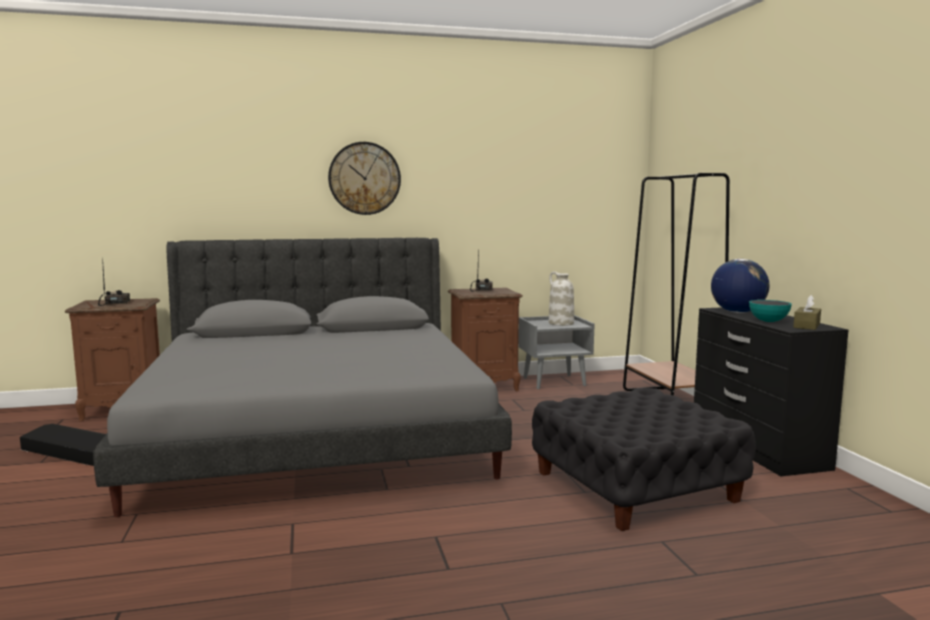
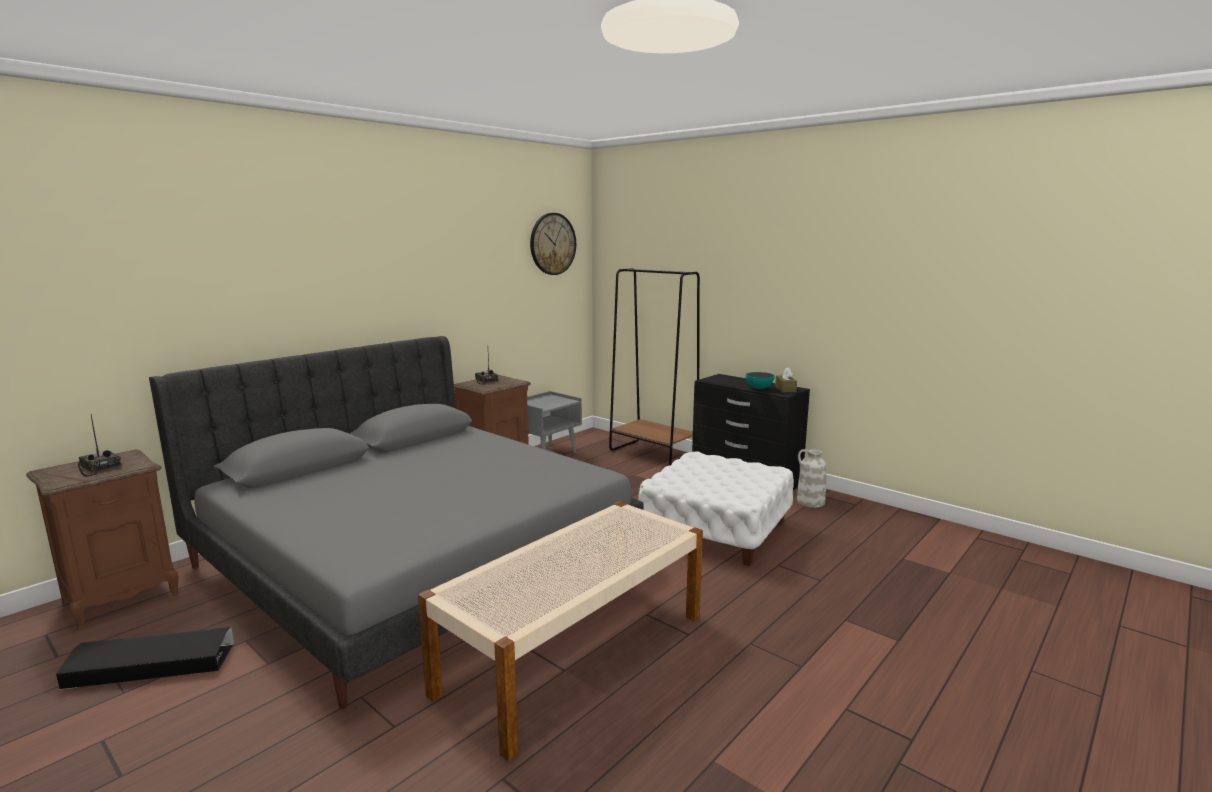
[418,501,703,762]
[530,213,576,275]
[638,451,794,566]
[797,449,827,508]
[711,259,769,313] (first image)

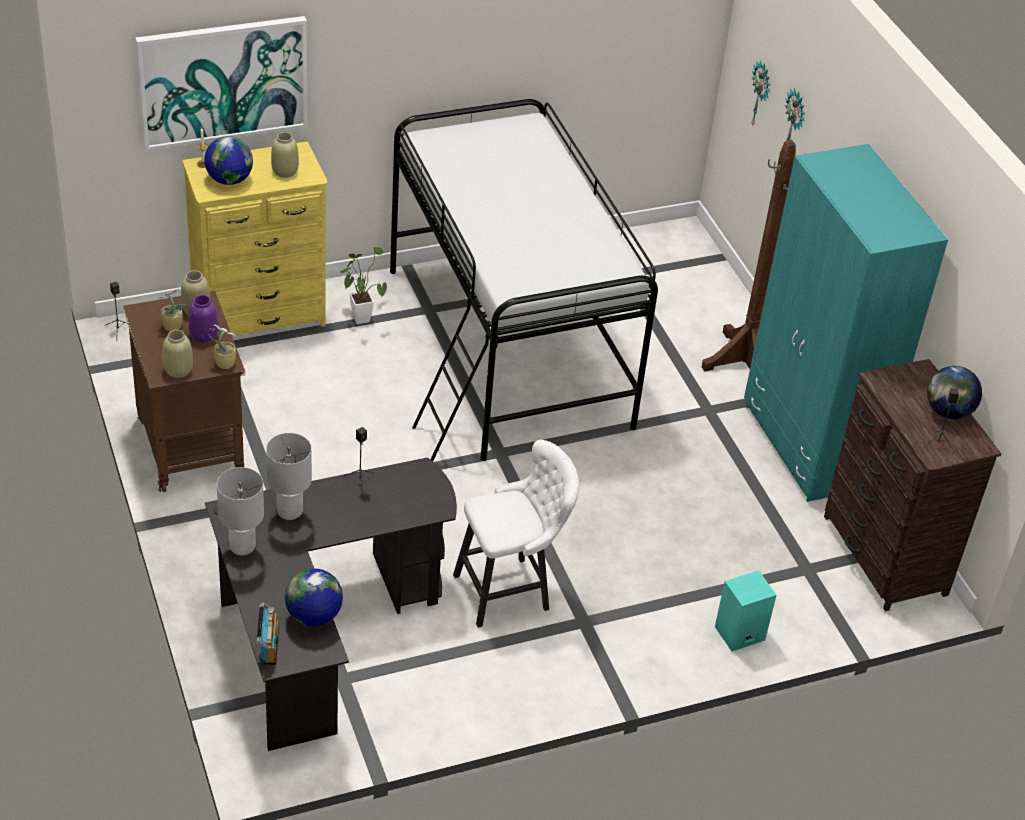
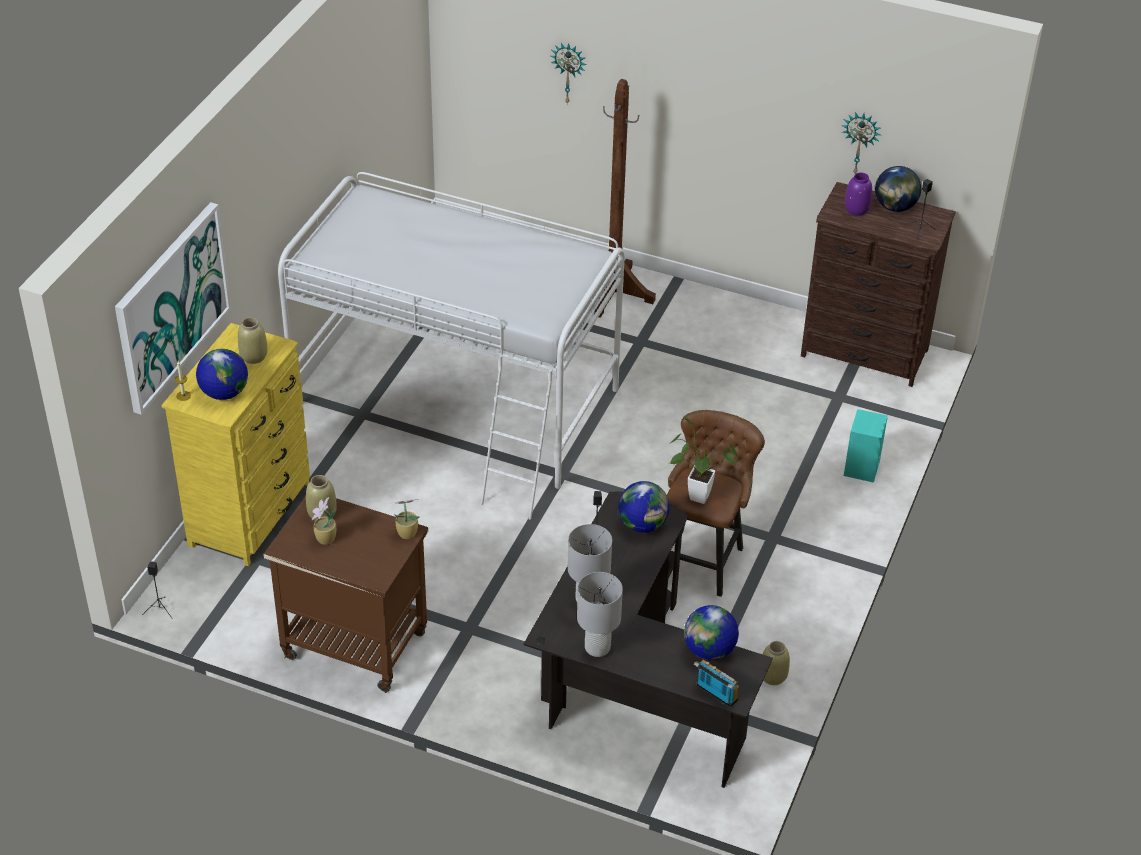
[278,172,625,520]
[618,481,669,533]
[667,410,765,597]
[669,416,738,504]
[763,641,790,685]
[841,112,881,174]
[845,172,872,216]
[744,144,948,502] (first image)

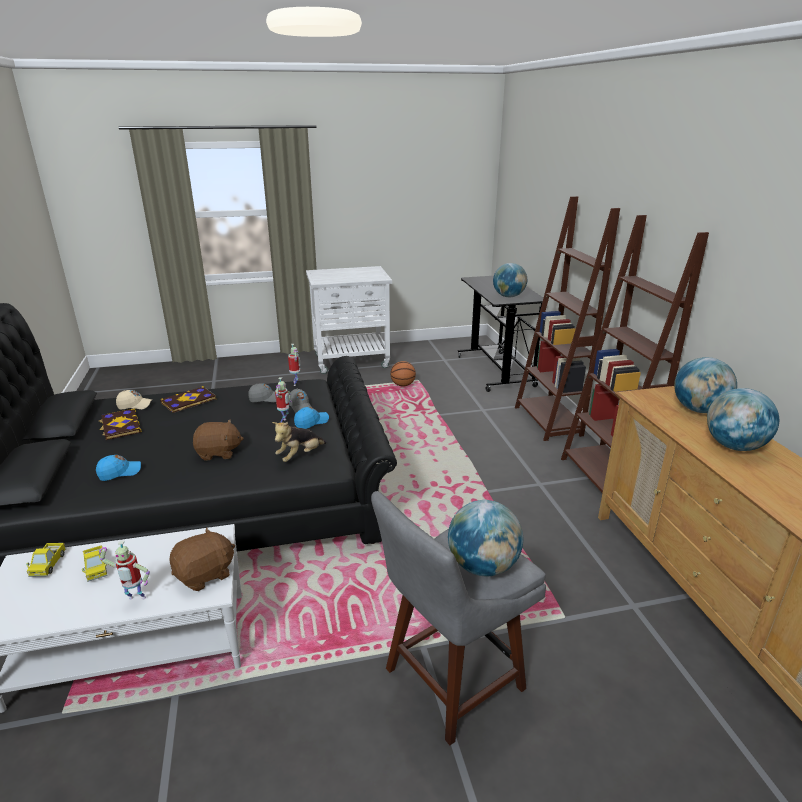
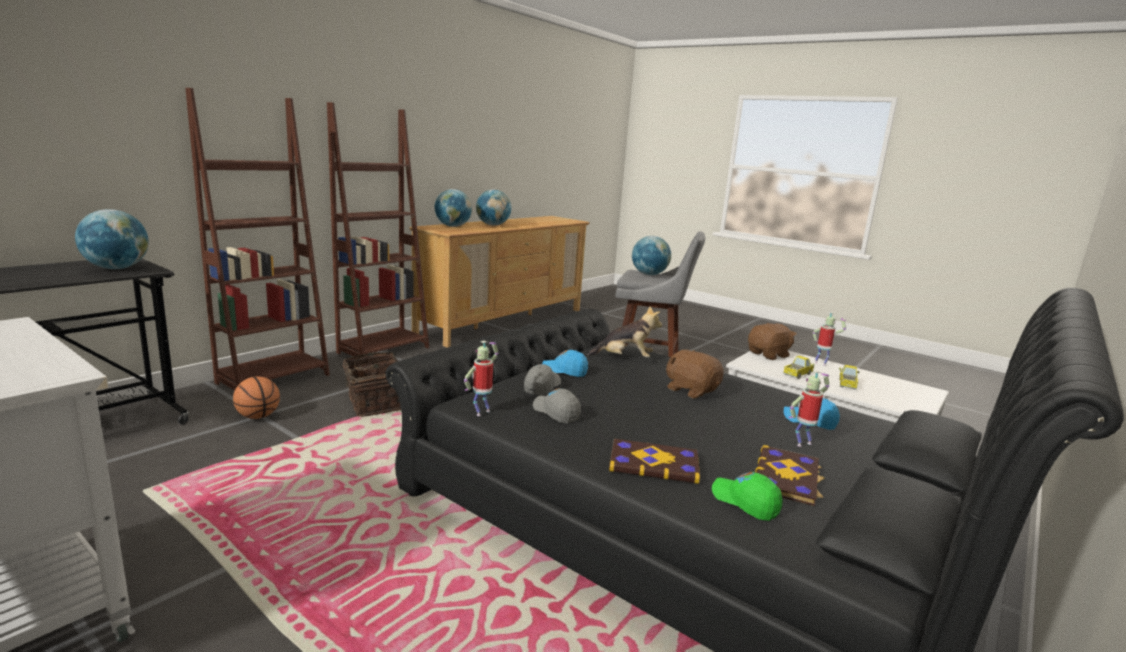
[233,376,280,419]
[343,352,401,417]
[712,472,783,521]
[748,323,797,360]
[783,356,814,379]
[789,370,829,447]

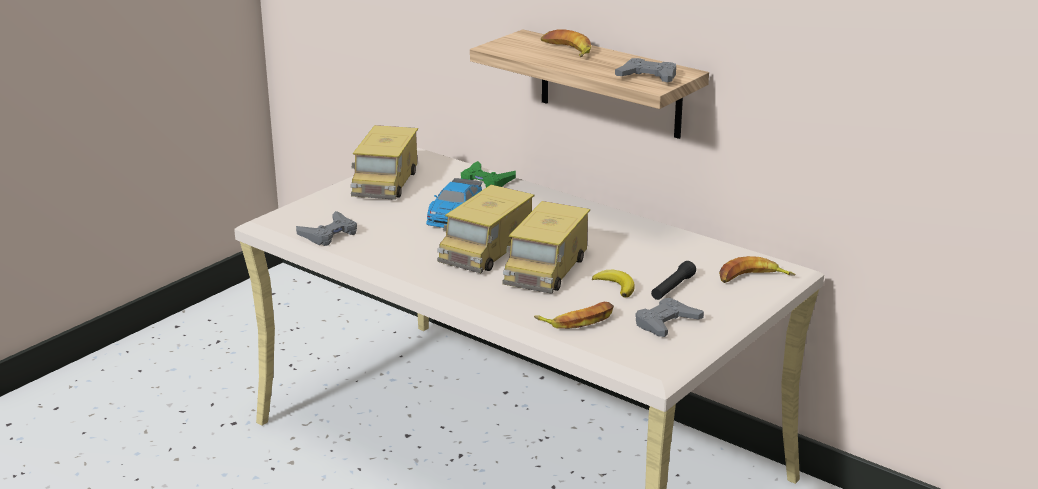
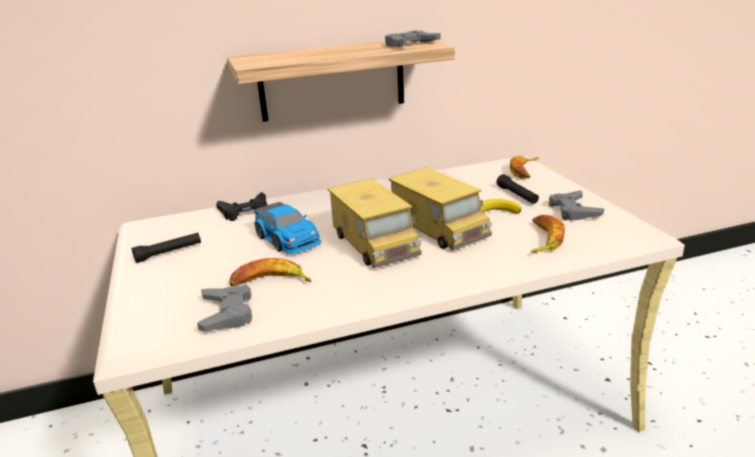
[132,232,201,263]
[216,192,267,221]
[230,258,311,286]

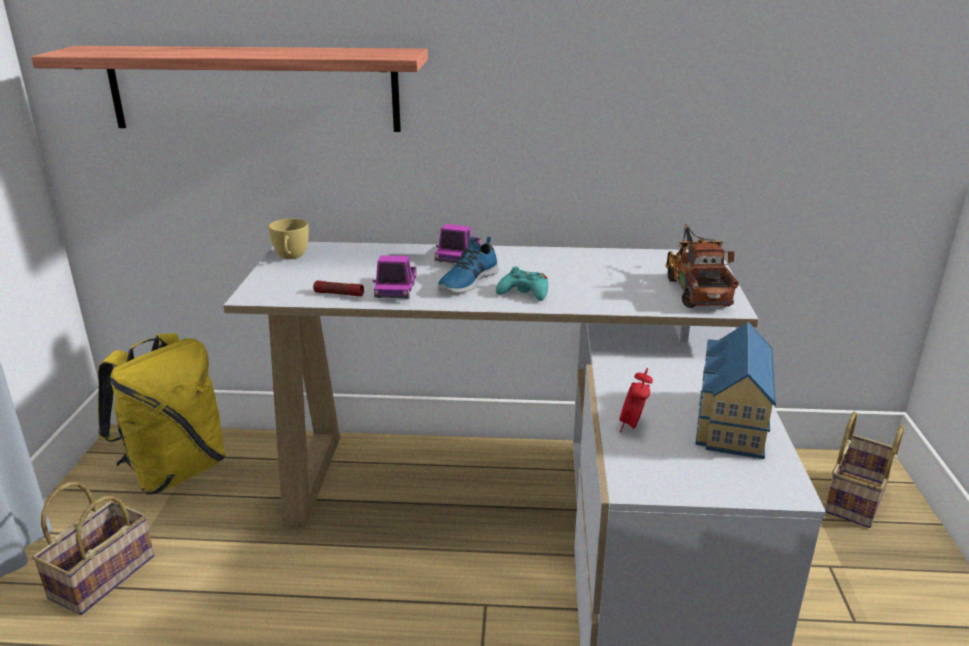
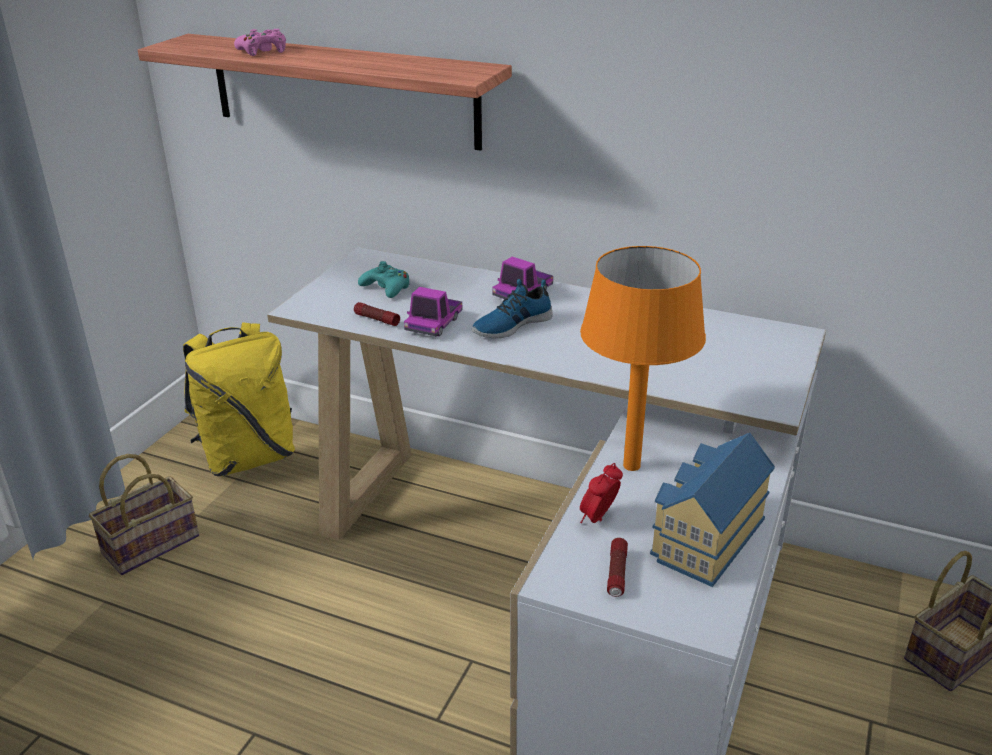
[234,29,286,56]
[358,261,410,298]
[580,246,706,471]
[607,538,628,597]
[268,218,309,259] (first image)
[665,224,739,308] (first image)

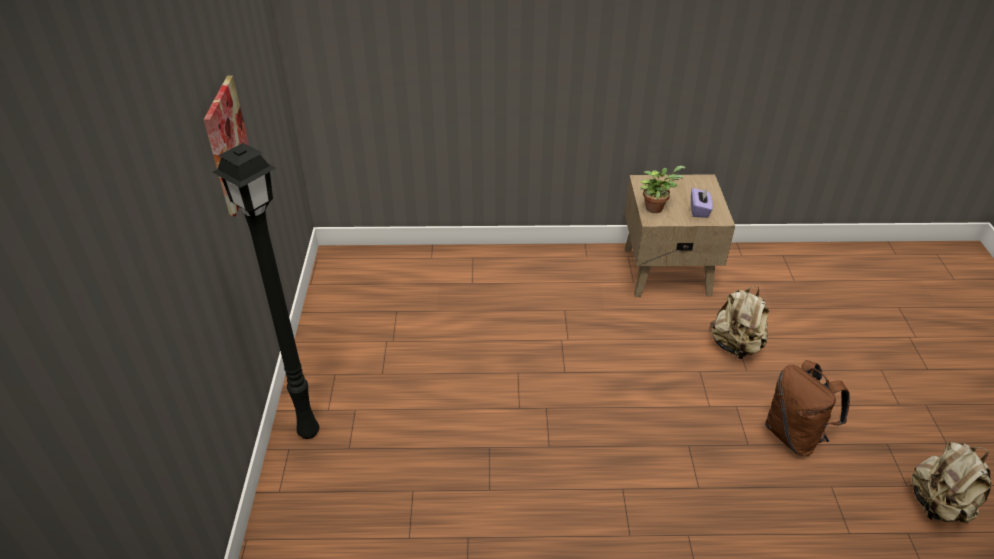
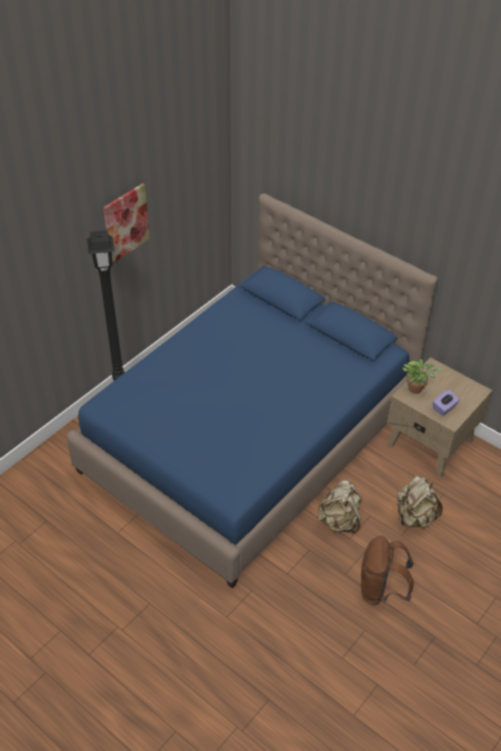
[66,193,438,588]
[317,480,362,534]

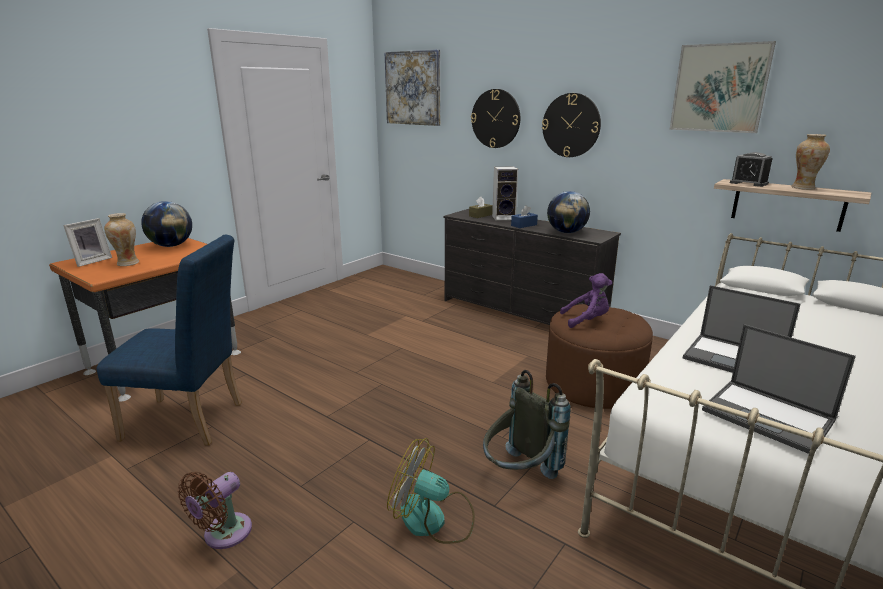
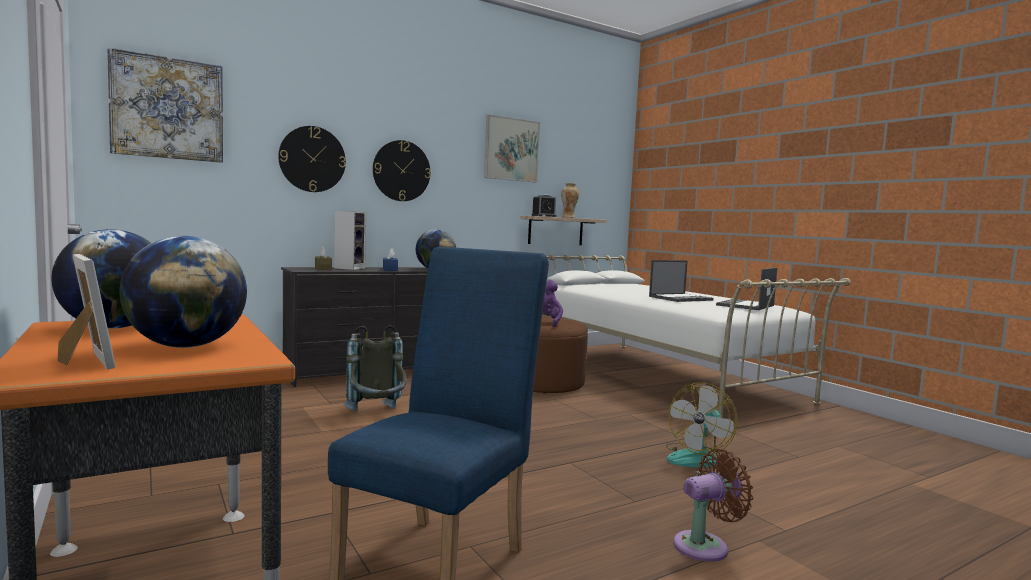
[119,236,247,348]
[343,325,407,411]
[673,449,754,562]
[716,268,777,310]

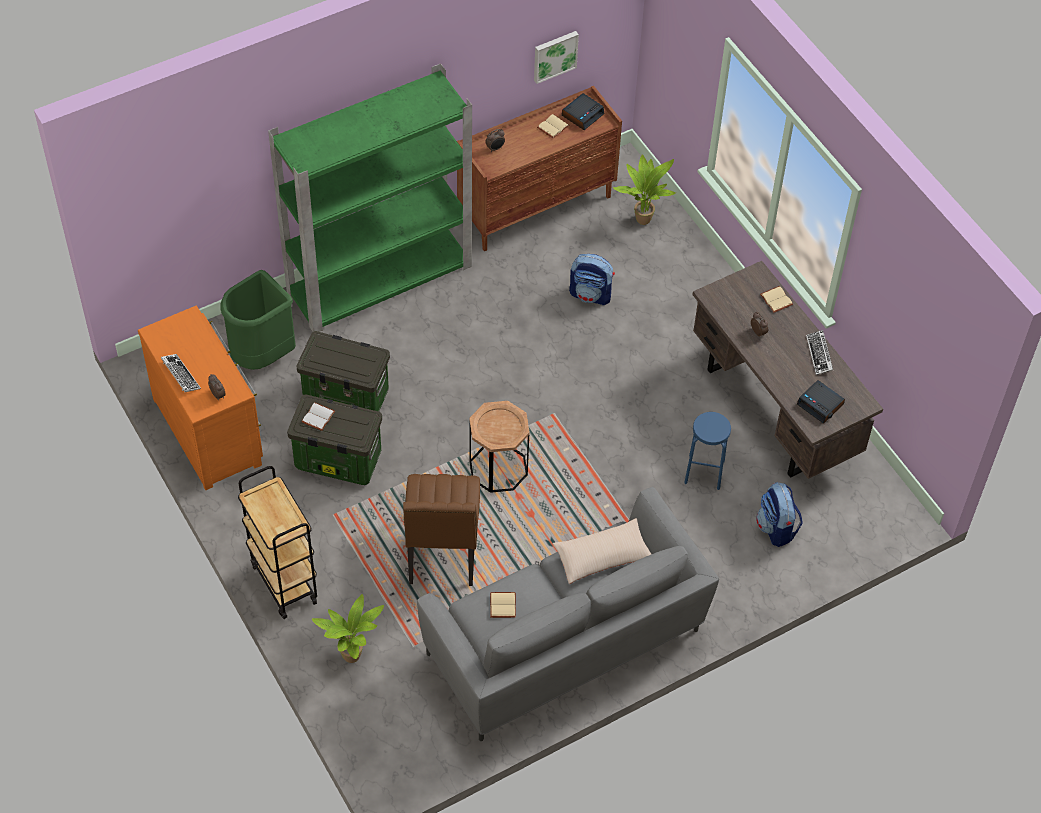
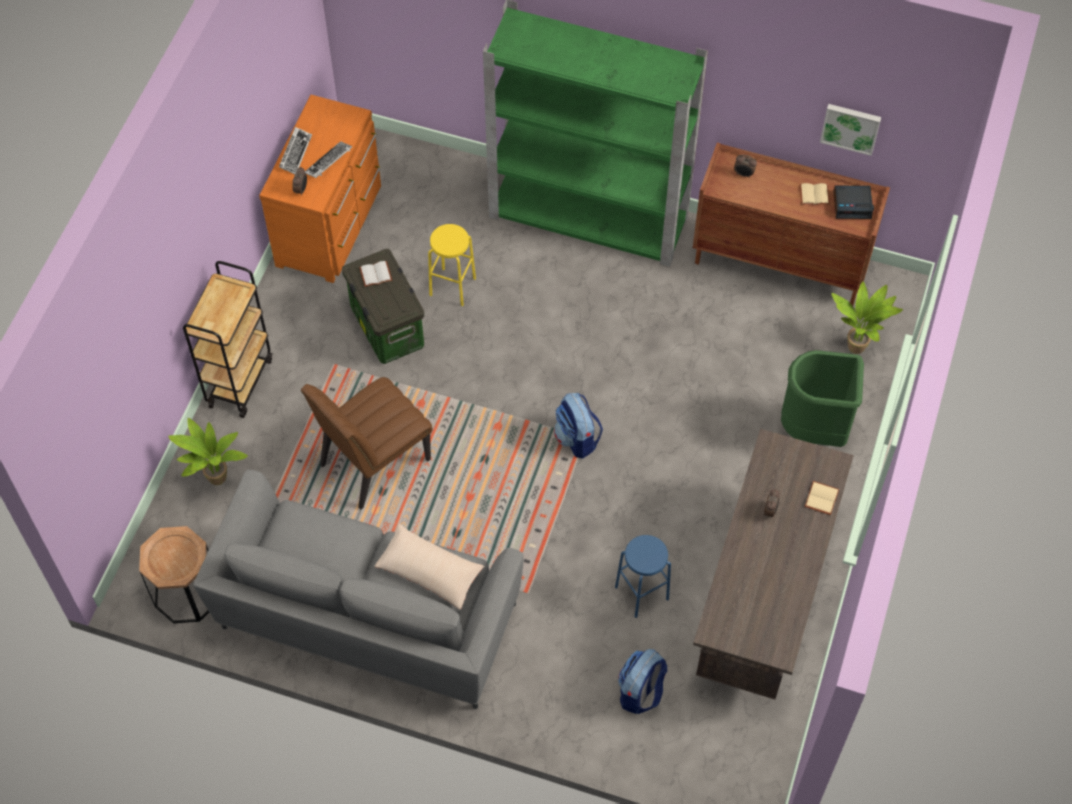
[139,526,209,623]
[305,141,352,178]
[428,224,476,306]
[554,393,603,459]
[781,350,864,447]
[490,592,516,618] (first image)
[797,380,845,424] (first image)

